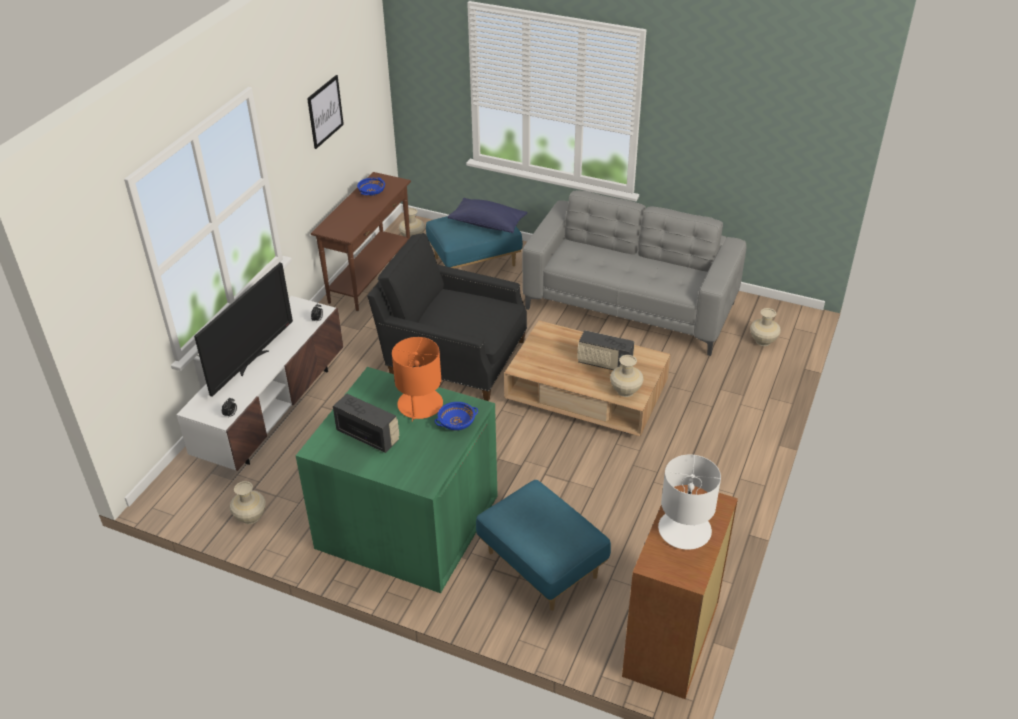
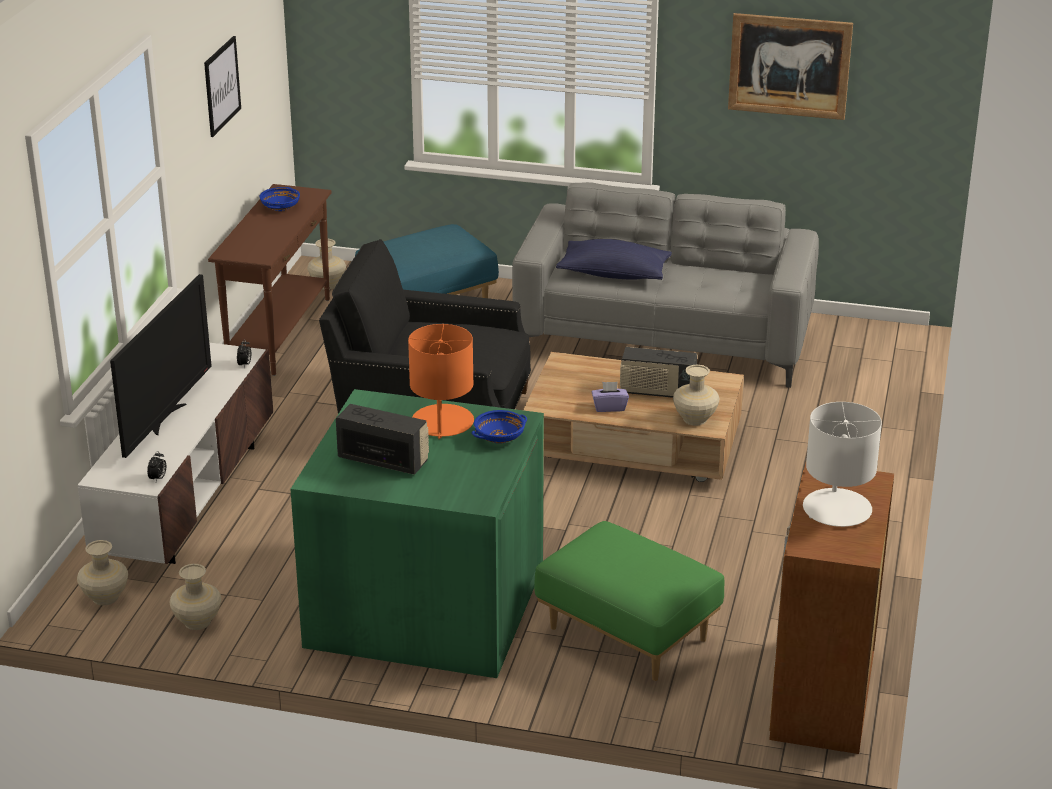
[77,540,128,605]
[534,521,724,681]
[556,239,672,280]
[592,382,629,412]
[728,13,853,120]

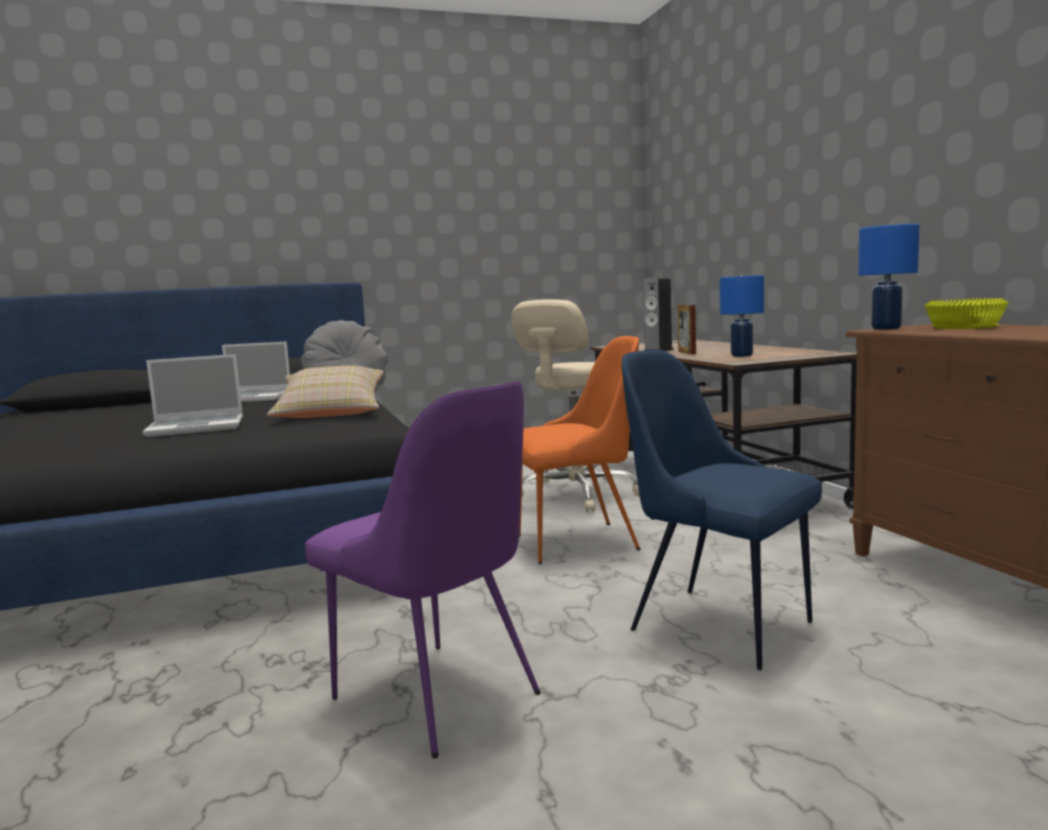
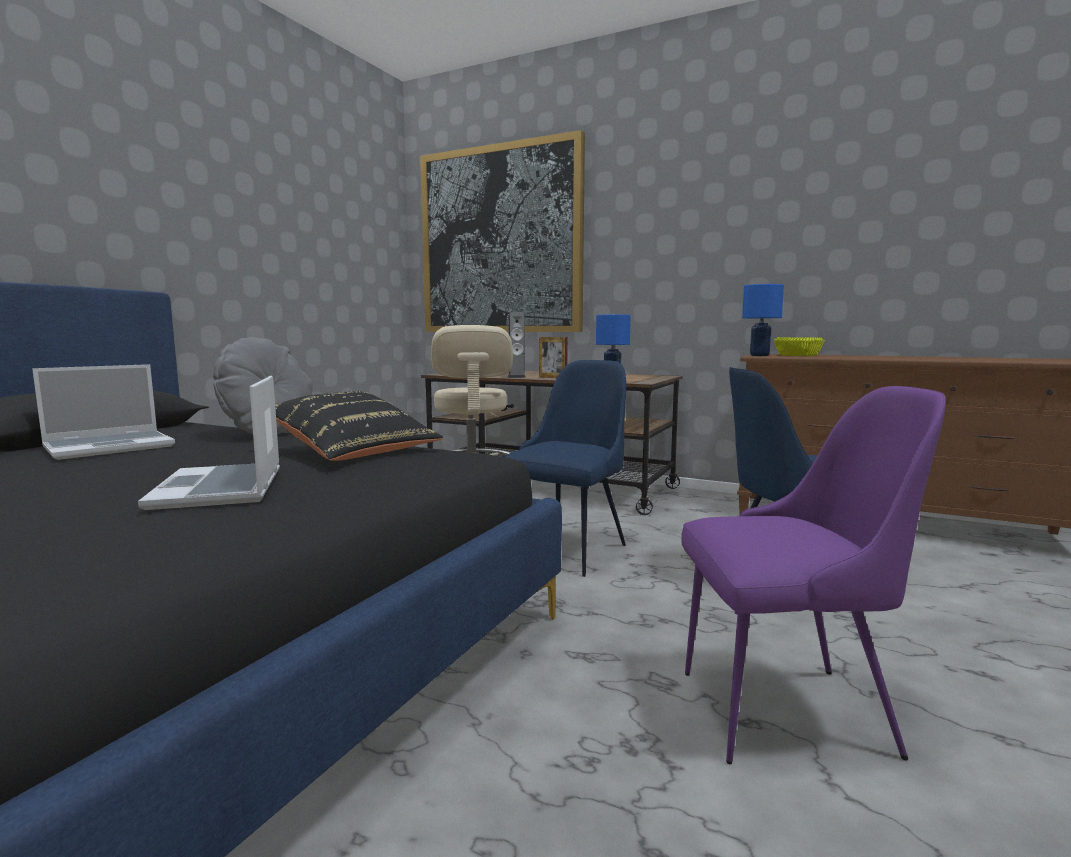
[138,376,280,510]
[275,391,443,461]
[420,130,585,332]
[505,360,626,577]

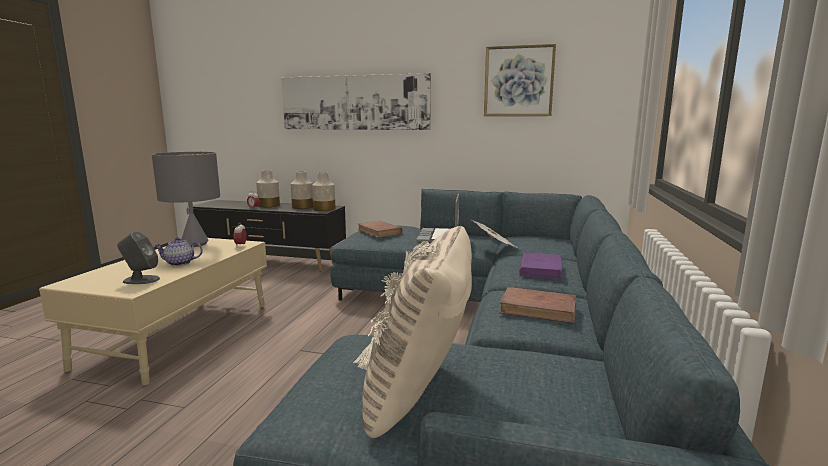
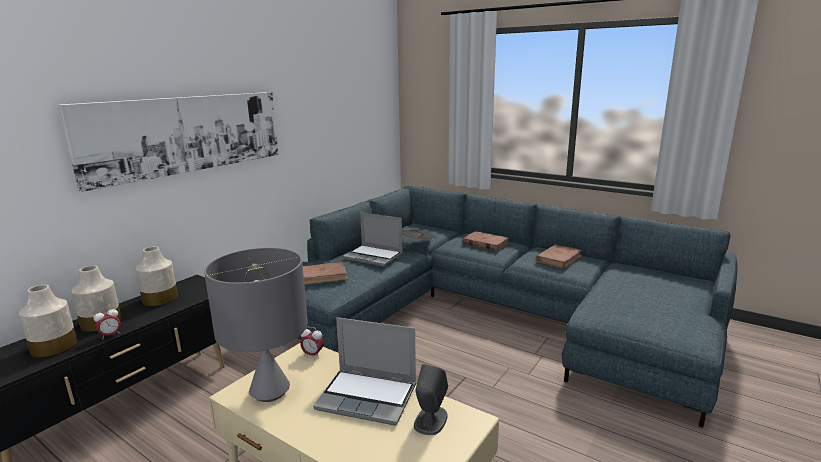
[19,285,77,358]
[313,317,416,425]
[462,231,509,251]
[353,226,472,438] (first image)
[484,44,556,116] (first image)

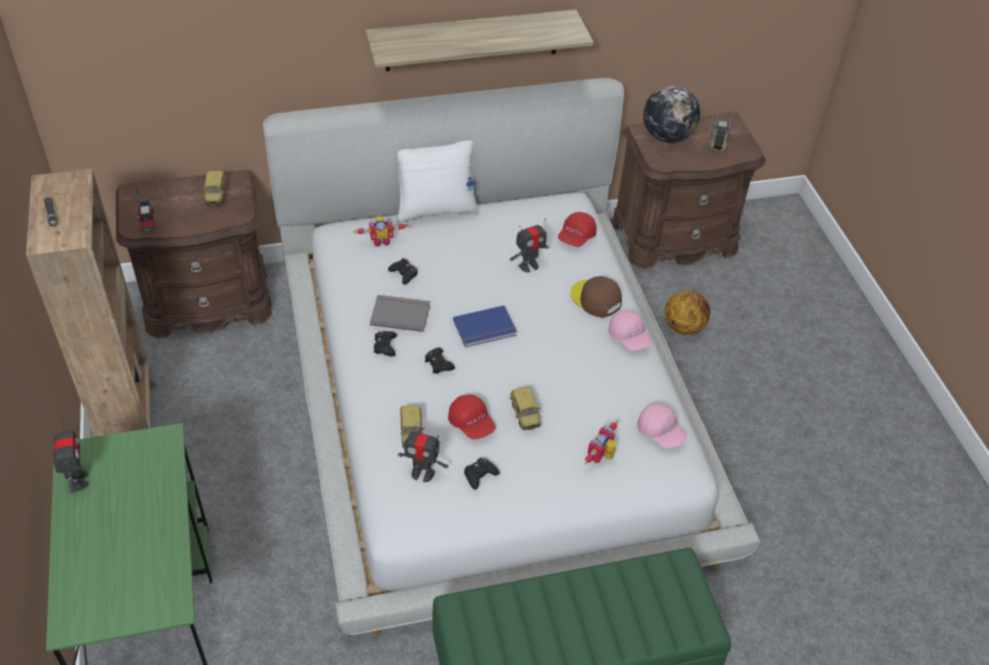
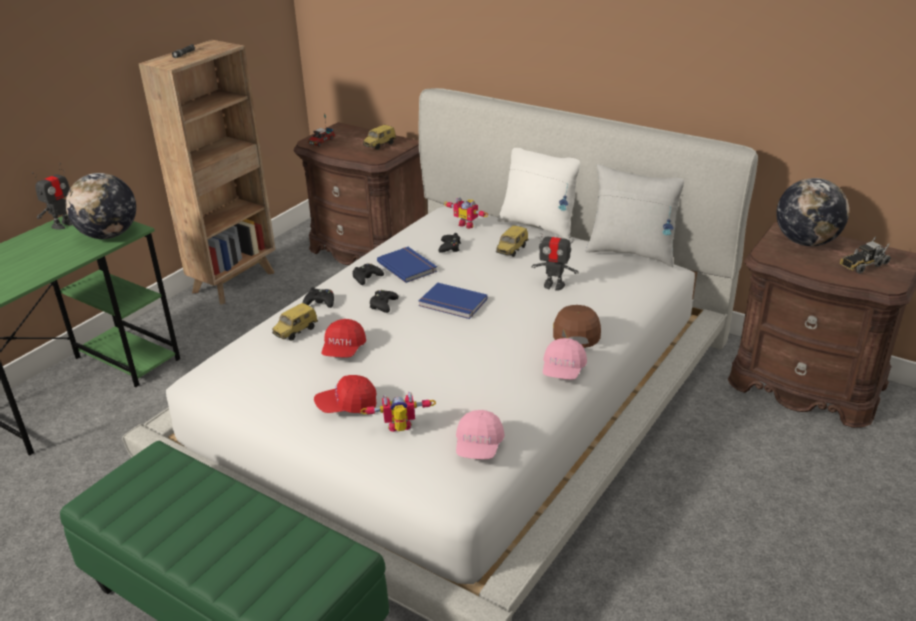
[66,173,136,239]
[302,287,334,308]
[314,375,377,413]
[377,247,437,283]
[496,225,529,257]
[586,164,684,267]
[365,10,594,71] (first image)
[398,426,448,482] (first image)
[665,290,710,335] (first image)

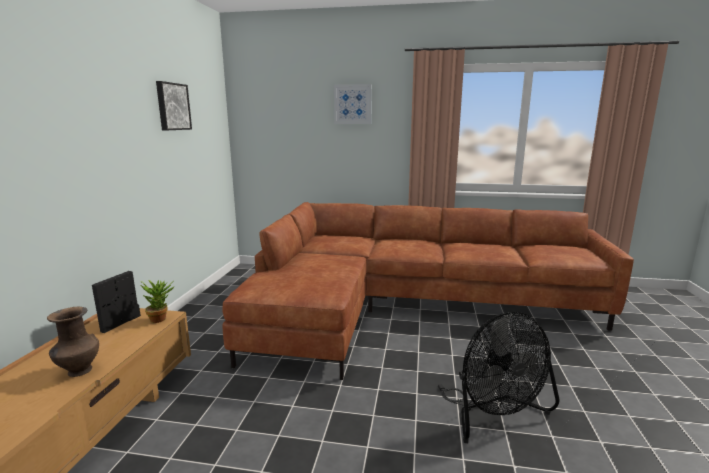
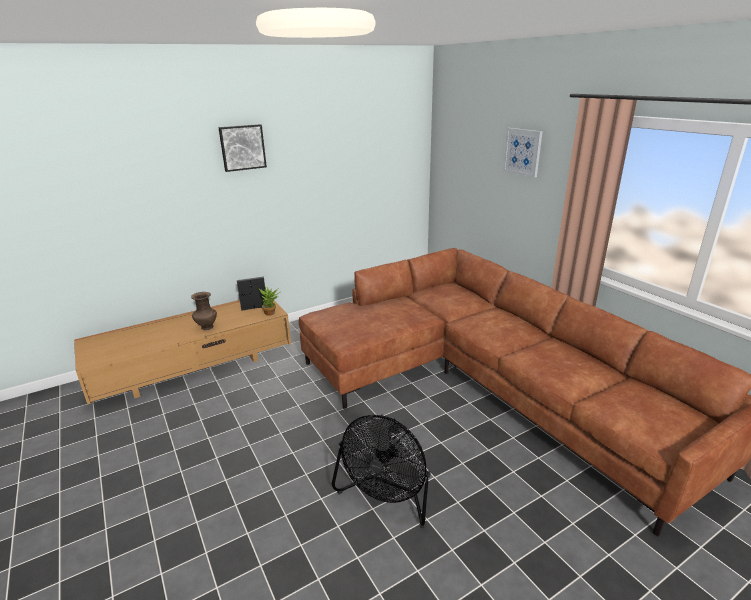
[218,124,267,172]

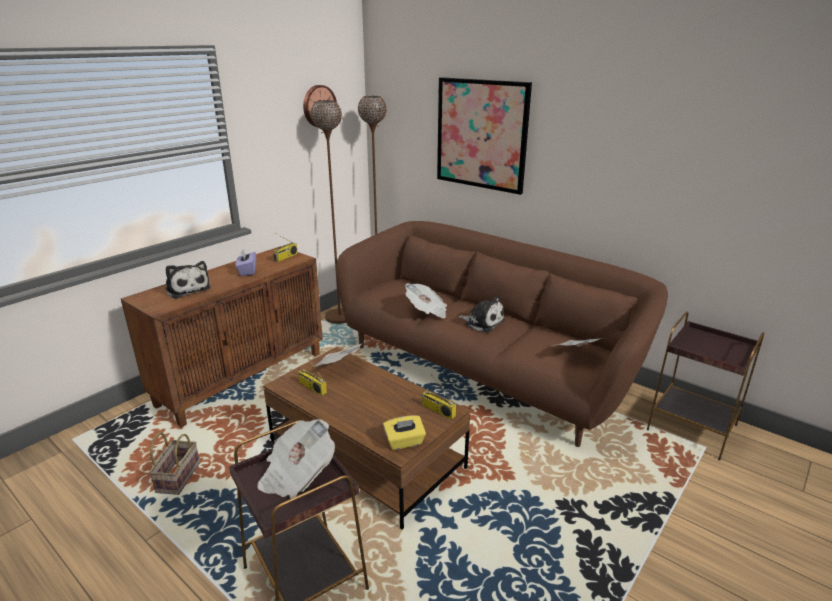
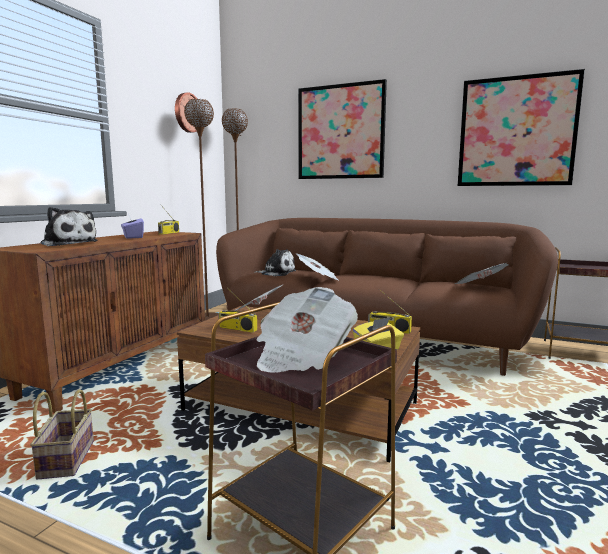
[254,249,296,276]
[458,69,585,186]

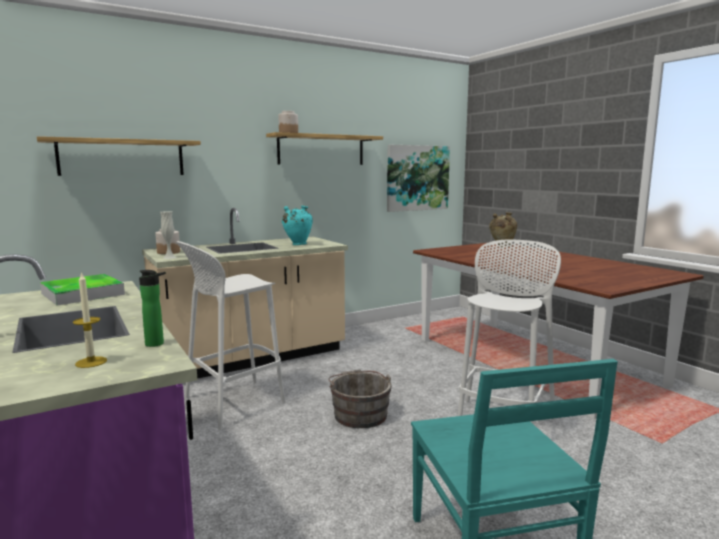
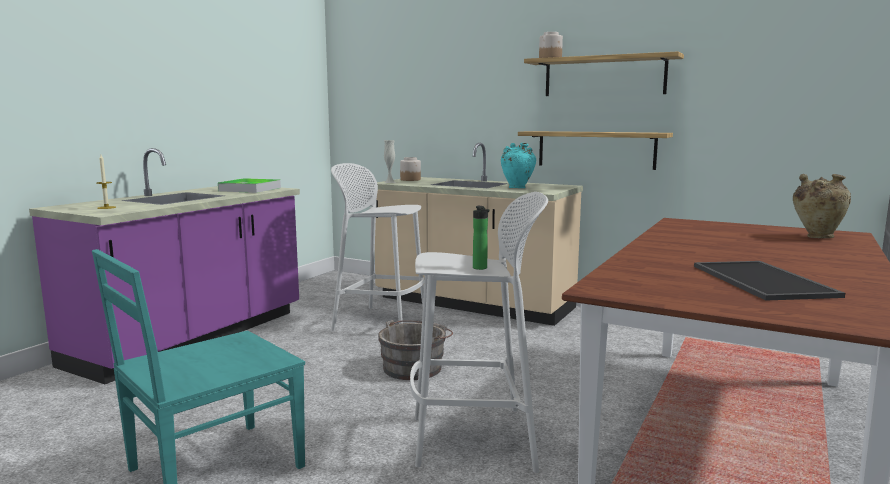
[473,206,490,270]
[518,131,673,170]
[694,261,845,301]
[387,145,450,212] (first image)

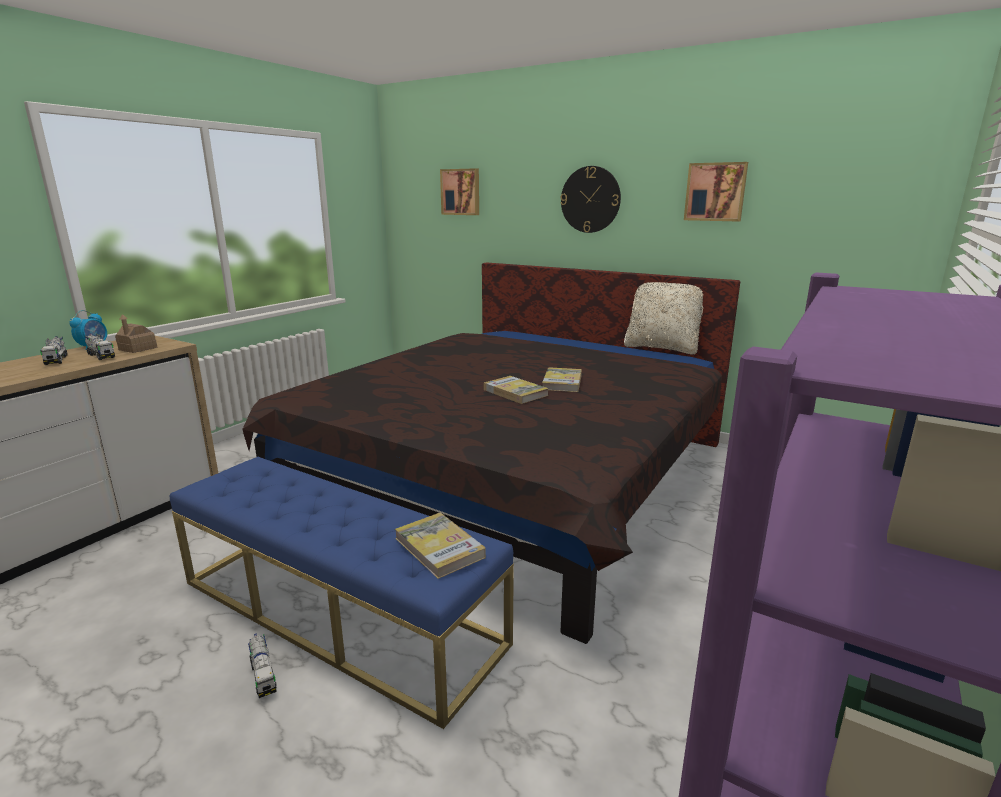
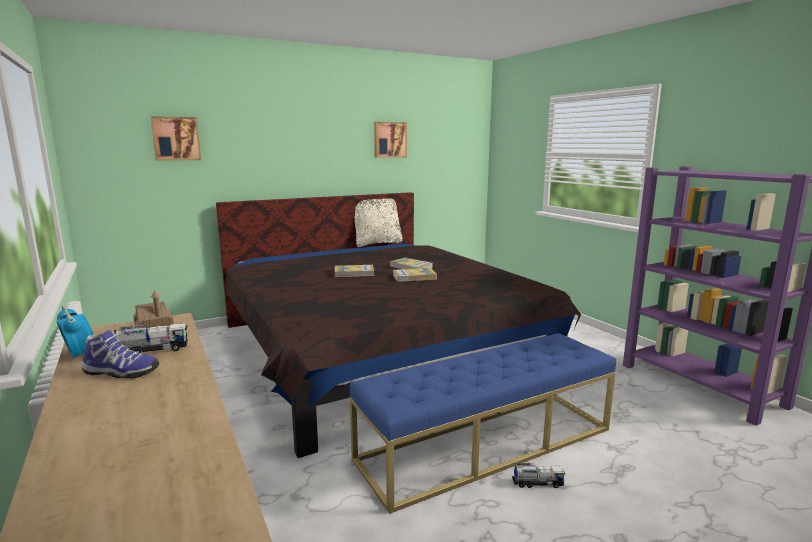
[82,330,159,379]
[335,265,374,277]
[560,166,621,233] (first image)

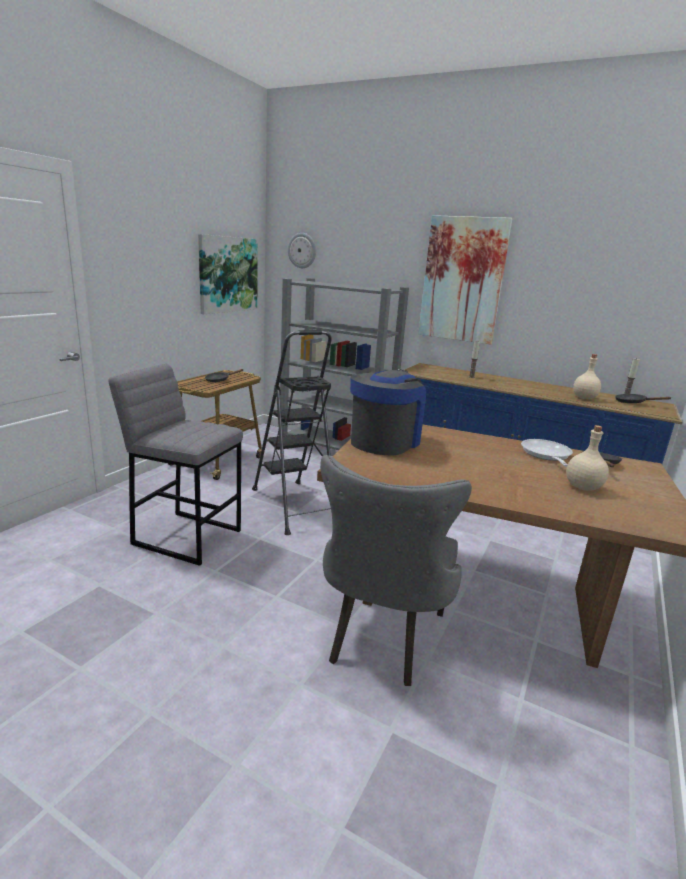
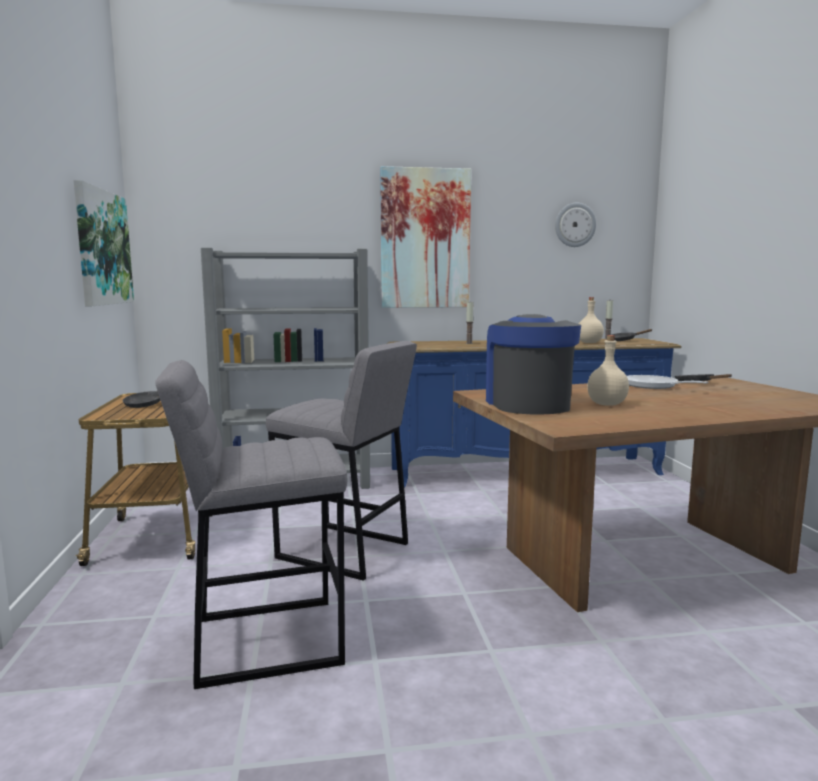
[266,341,417,581]
[555,203,596,247]
[587,335,629,406]
[320,455,472,686] (first image)

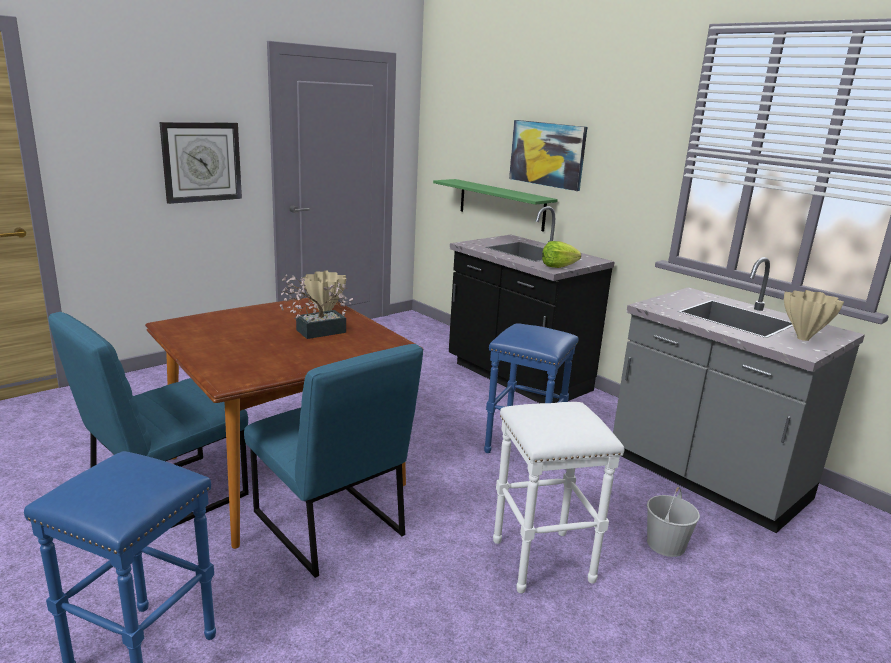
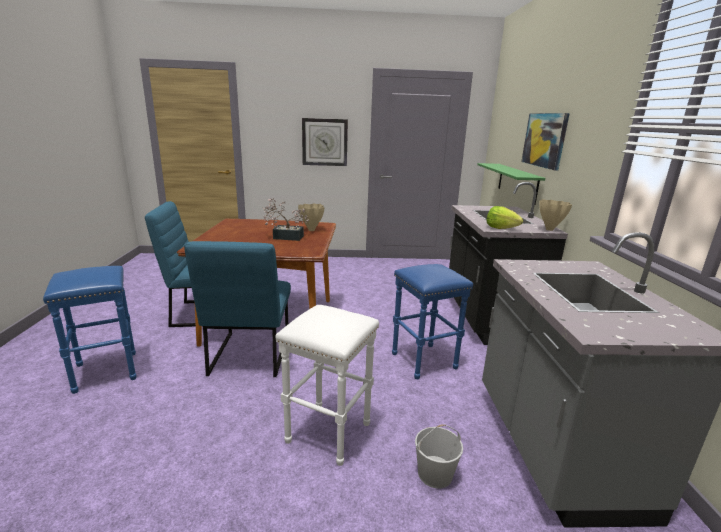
[539,199,572,231]

